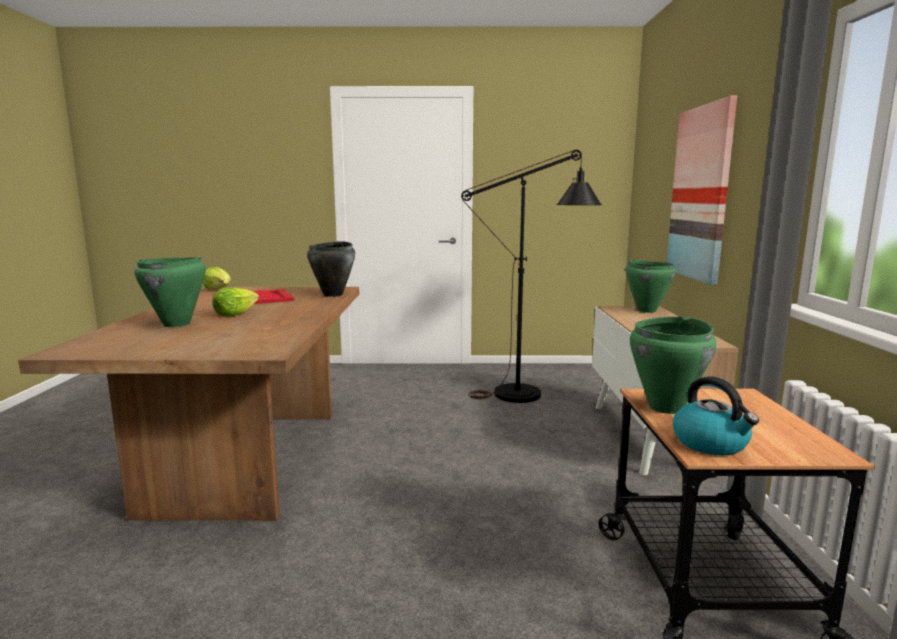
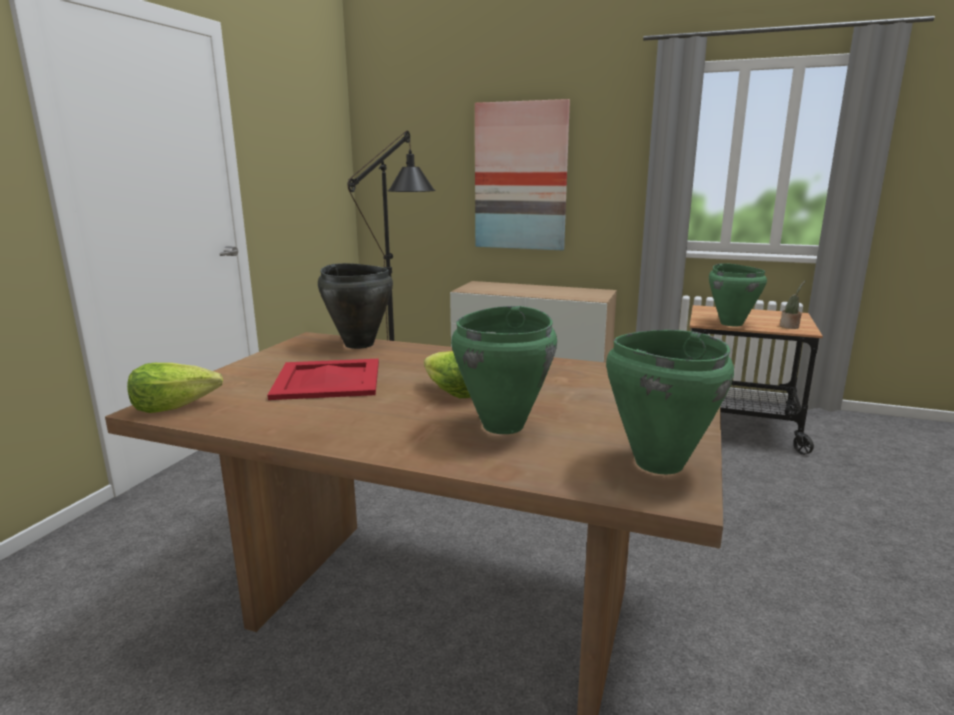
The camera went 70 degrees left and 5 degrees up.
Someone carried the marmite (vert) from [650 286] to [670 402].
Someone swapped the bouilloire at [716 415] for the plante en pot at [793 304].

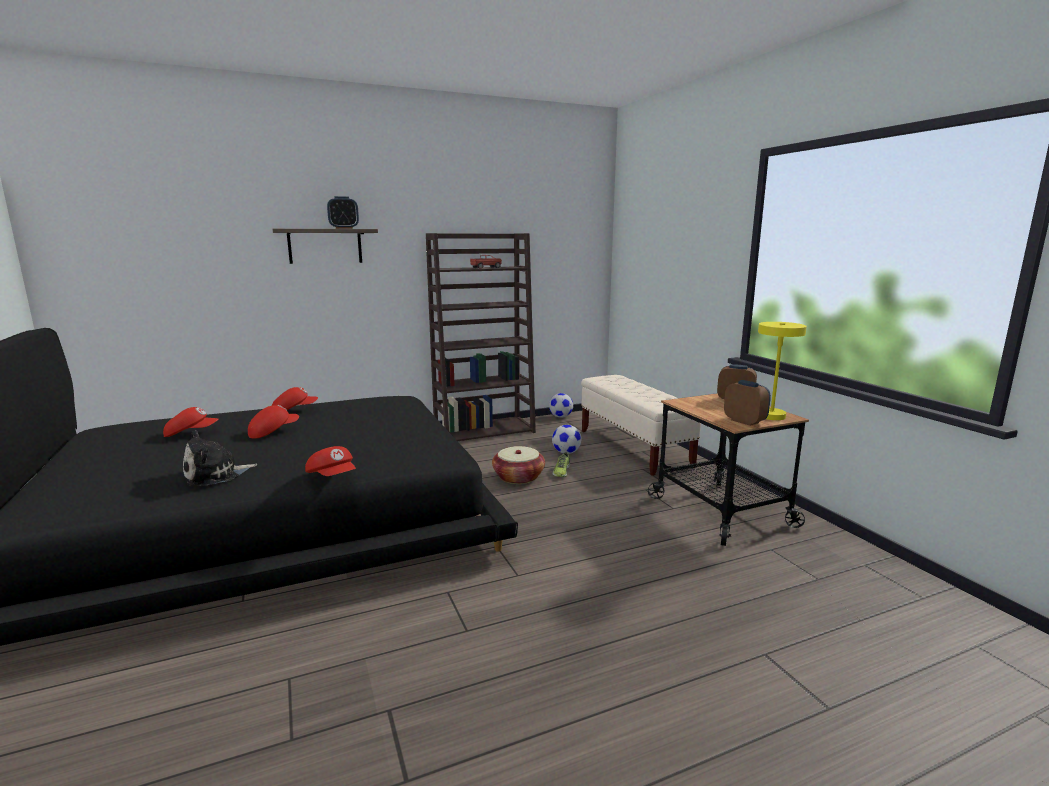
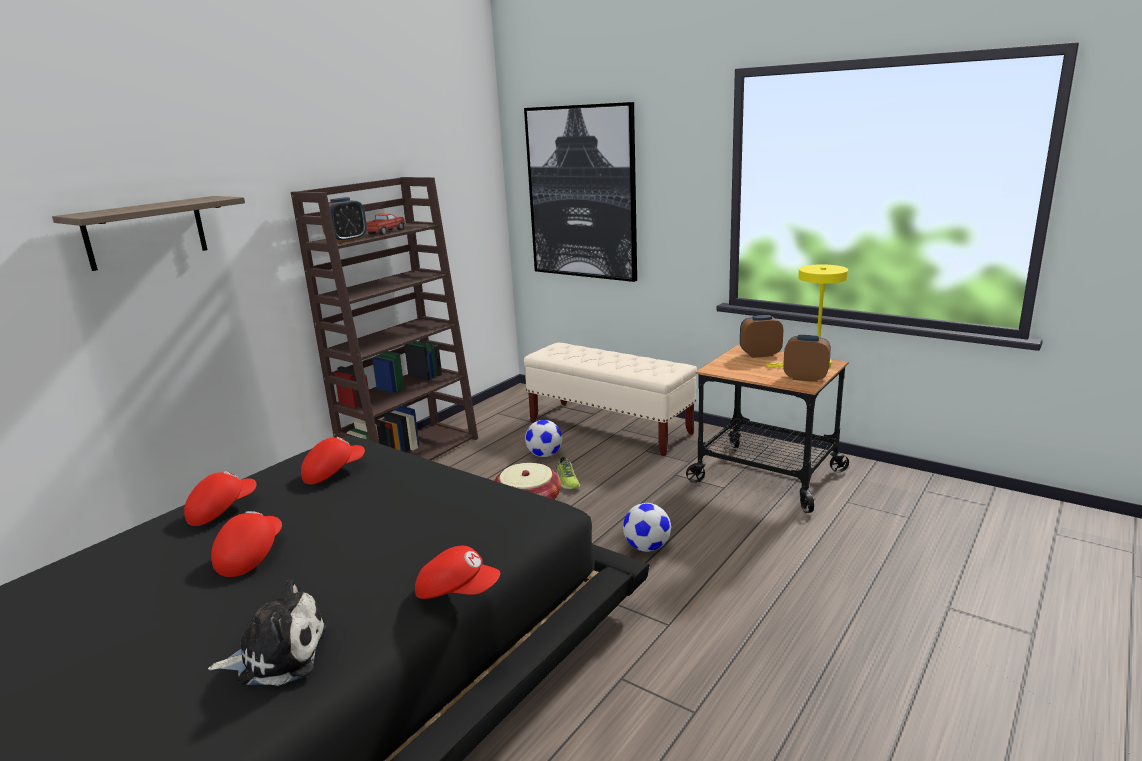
The camera went 30 degrees left and 5 degrees up.
Someone put up the tableau at [580 192].
Someone carried the casquette (rouge) from [190 422] to [333 460].
Someone carried the réveil from [343 212] to [343 220].
Someone carried the ballon de foot from [561 405] to [647 527].
Someone rotated the peluche at [220 458] by 120 degrees counterclockwise.

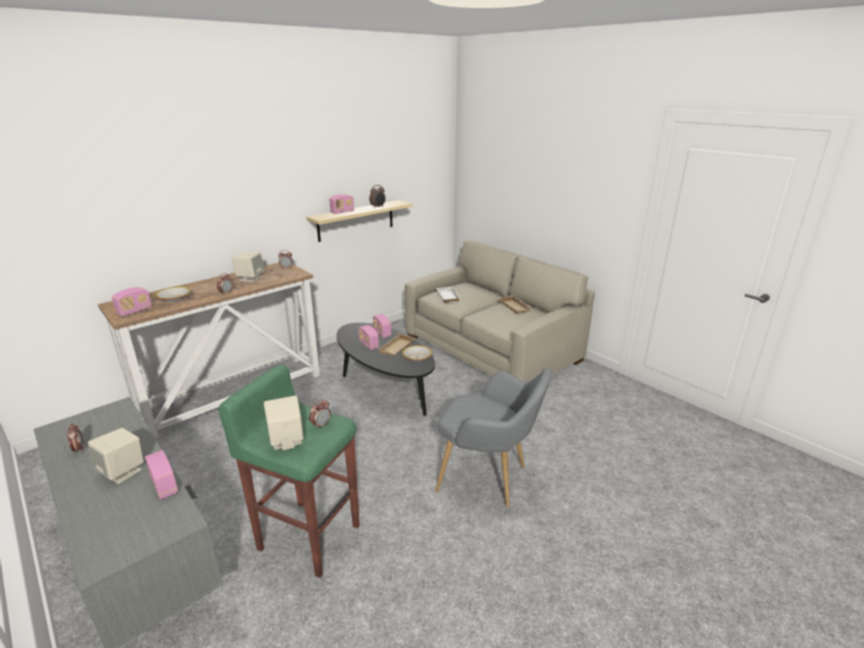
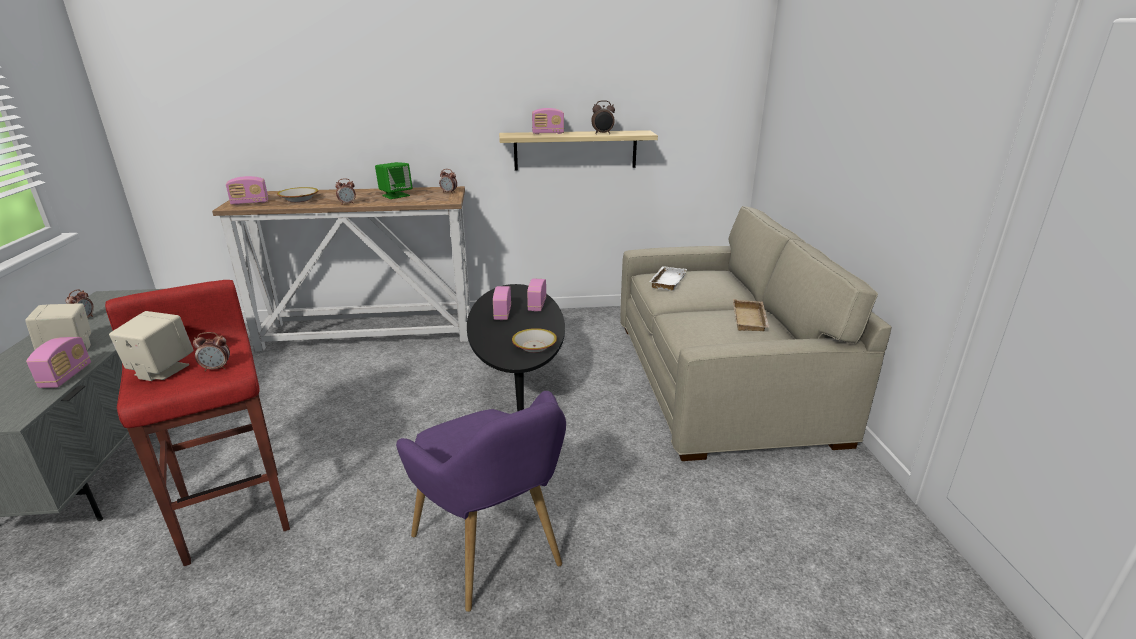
The camera went 35 degrees right and 0 degrees up.
Someone took away the plateau (beige) at [396 344].
Someone repainted the tabouret (vert) at [289 471], which became the tabouret (rouge) at [197 423].
Someone repainted the enceinte (beige) at [248 267], which became the enceinte (vert) at [394 180].
Someone repainted the fauteuil (gris) at [493 438], which became the fauteuil (violet) at [481 501].

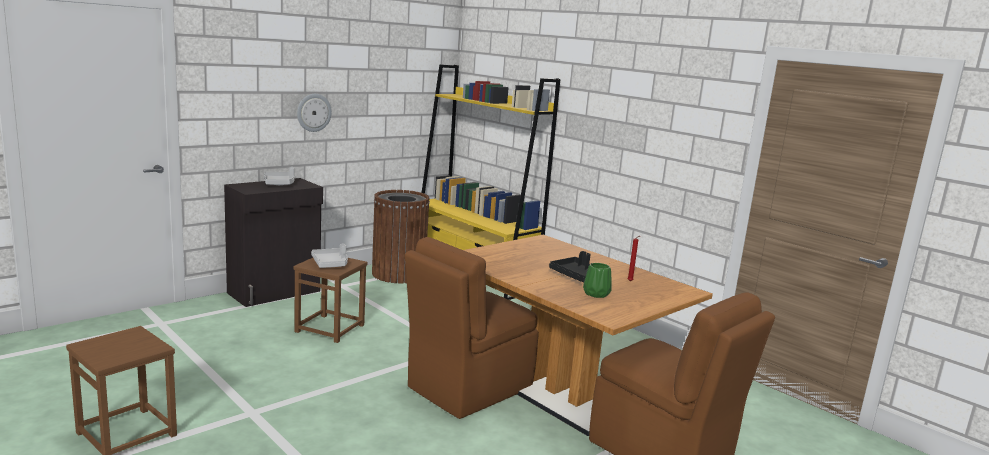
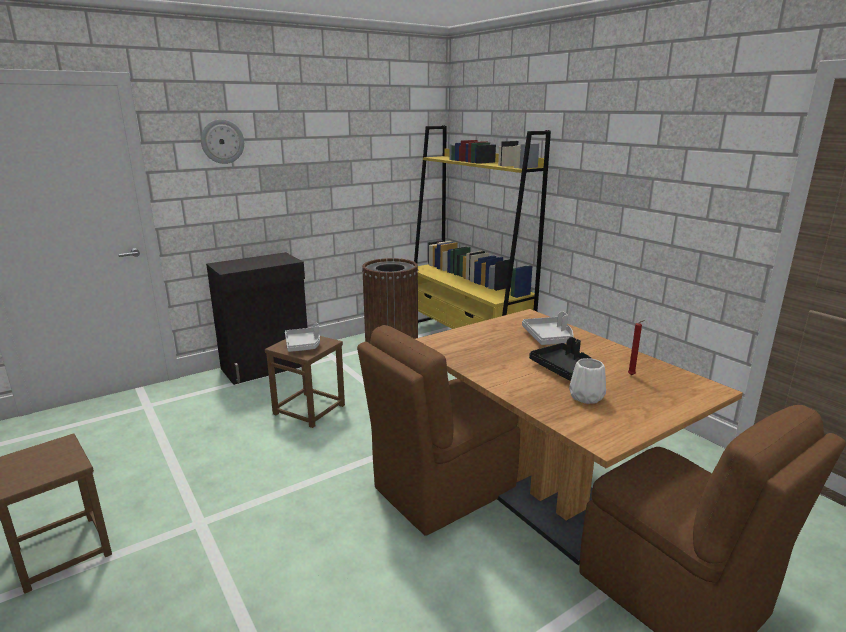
The camera went 10 degrees right and 5 degrees up.
Someone carried the plateau (gris) from [279 176] to [548 328].
Someone carried the horloge murale from [314 113] to [222 141].
Someone repainted the vase (vert) at [597 280], which became the vase (blanc) at [587 381].

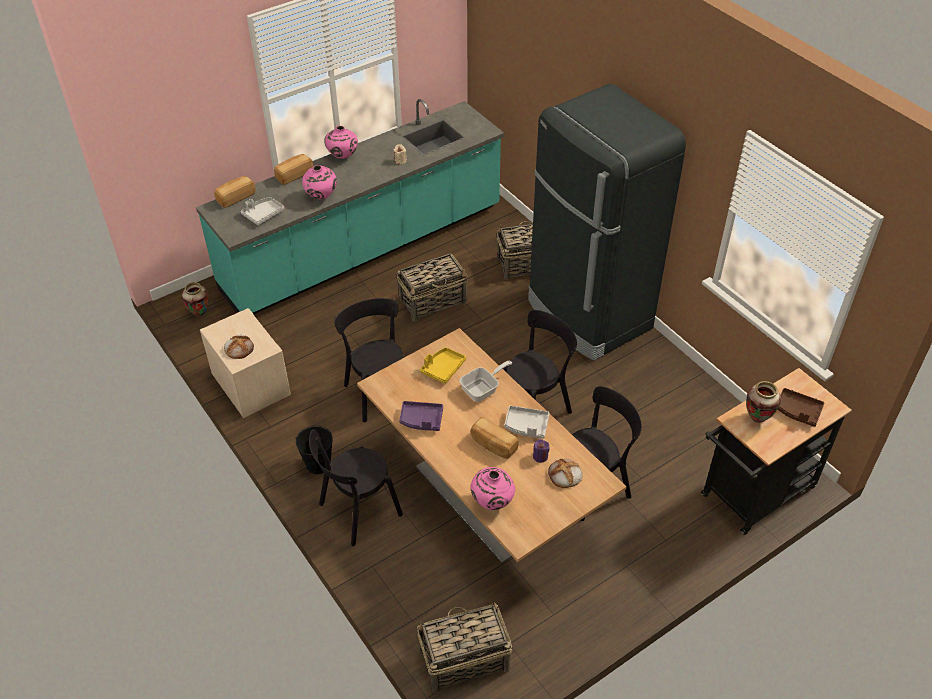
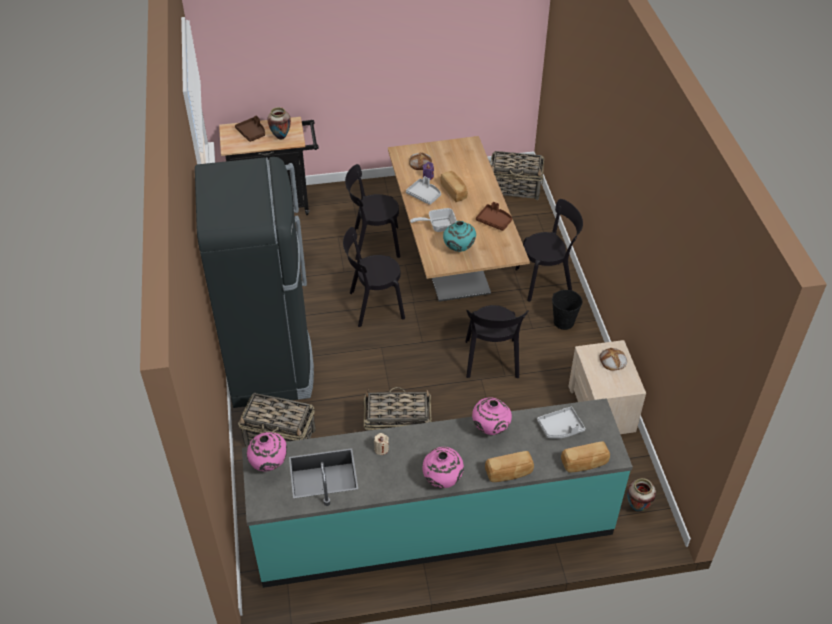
The camera went 155 degrees left and 0 degrees up.
Someone carried the vase (rose) from [493 488] to [267 451].
Someone swapped the plateau (jaune) at [443 365] for the vase (turquoise) at [459 236].
Someone repainted the plateau (violet) at [421 416], which became the plateau (marron) at [494 216].

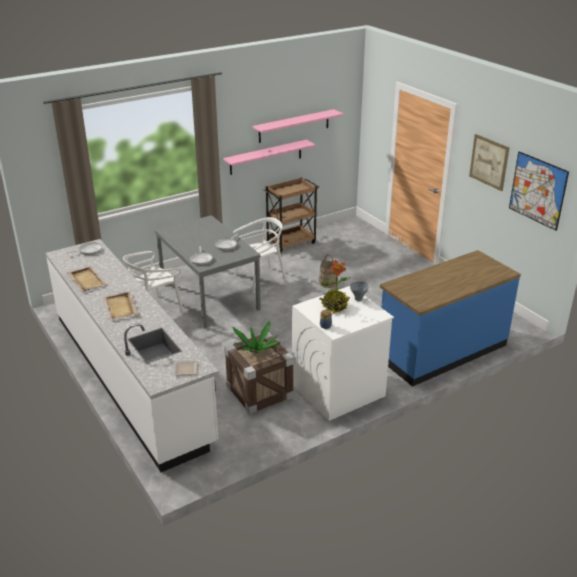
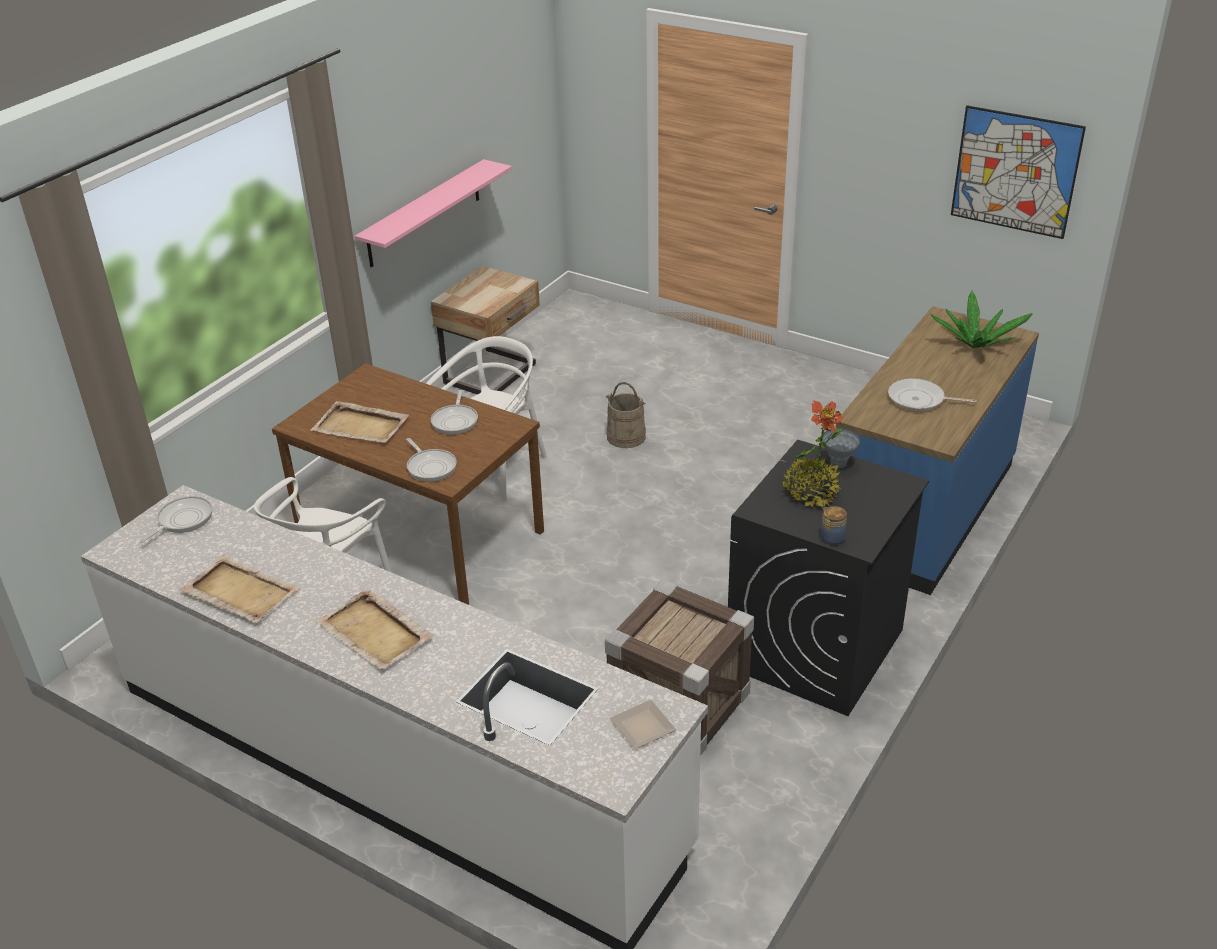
The camera went 25 degrees left and 5 degrees up.
Someone took away the étagère (rose) at [298 126].
Someone took away the tableau at [489 162].
Someone put down the plateau (beige) at [360 422].
Someone put down the poêle at [932 394].
Someone carried the plante en pot from [257 337] to [981 319].
Someone swapped the chariot (marron) at [291 215] for the table de chevet (beige) at [485 330].
Someone repainted the table à manger (gris) at [208 272], which became the table à manger (marron) at [408 484].
Someone repainted the lave-linge (blanc) at [343 353], which became the lave-linge (noir) at [828 578].

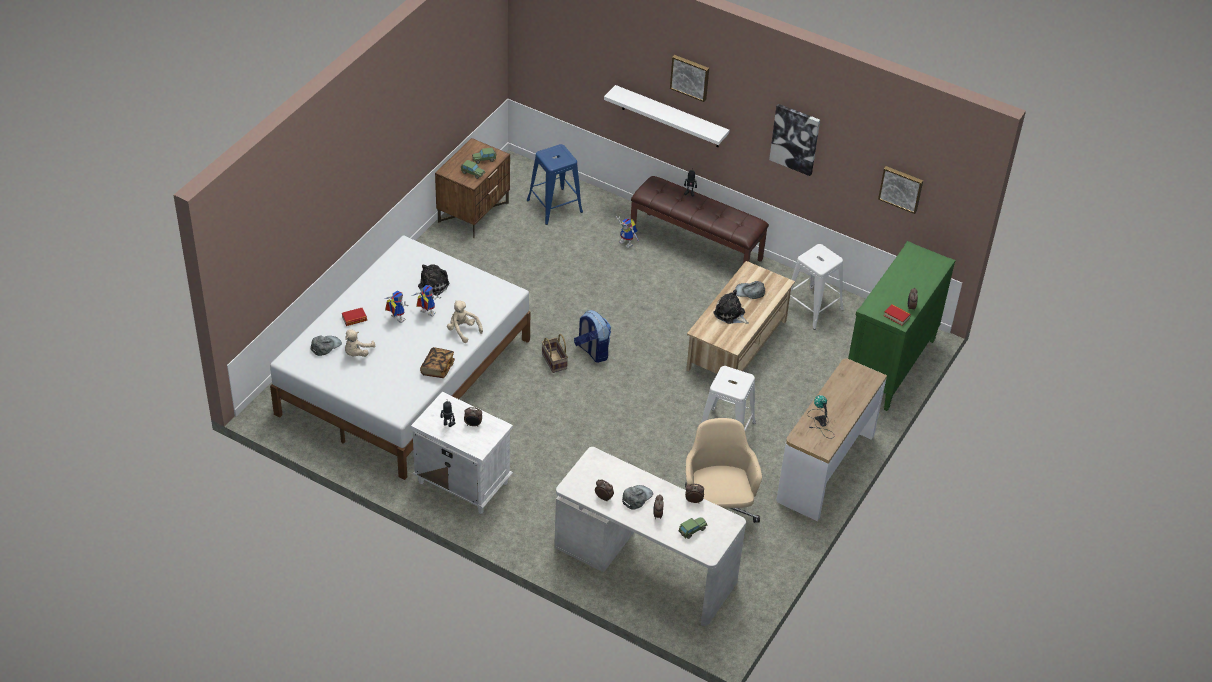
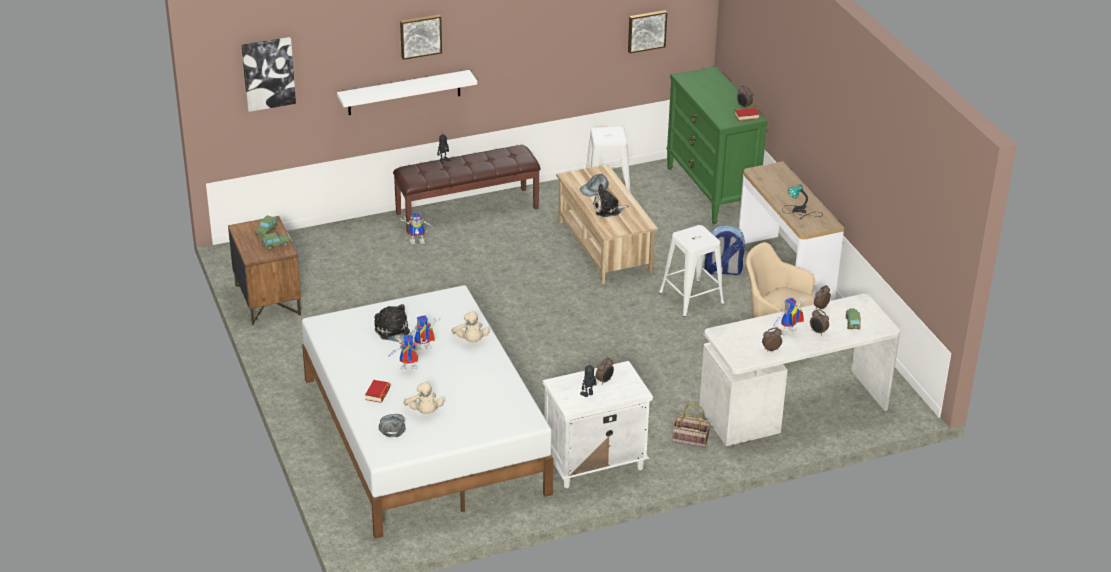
The camera went 50 degrees left and 10 degrees down.
Someone took away the livre at [437 362].
Someone took away the tabouret (bleu) at [555 184].
Someone carried the panier from [555 353] to [691 425].
Someone carried the sac à dos from [592 336] to [724 250].
Someone carried the tableau from [794 140] to [269 74].
Someone swapped the casquette (gris) at [637 497] for the robot jouet at [789 317].
Someone rotated the peluche (beige) at [465 321] by 105 degrees counterclockwise.

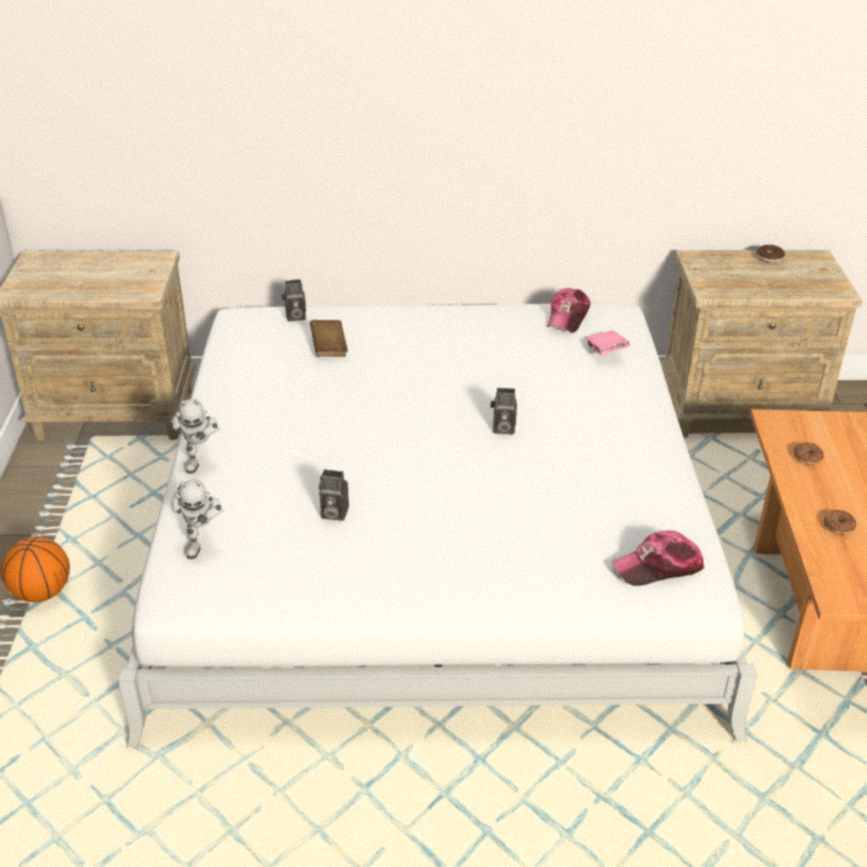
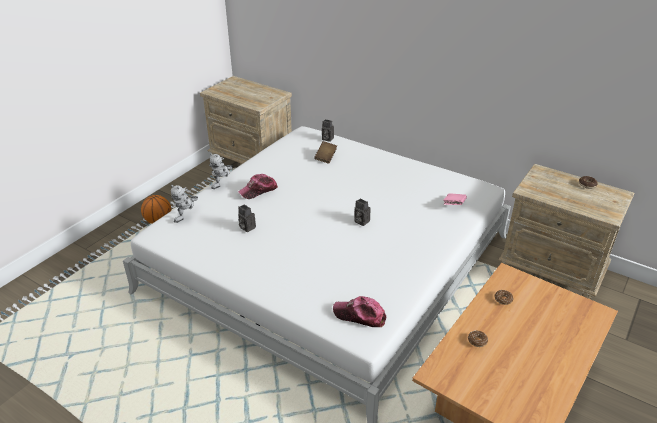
The camera went 35 degrees right and 0 degrees up.
Someone carried the casquette from [568 310] to [258 186].

